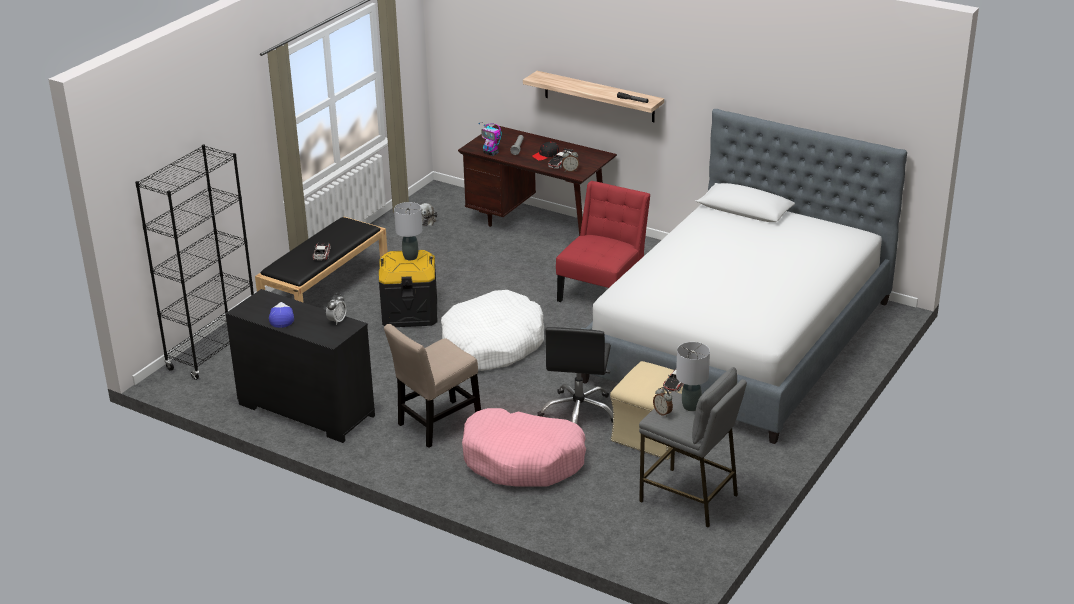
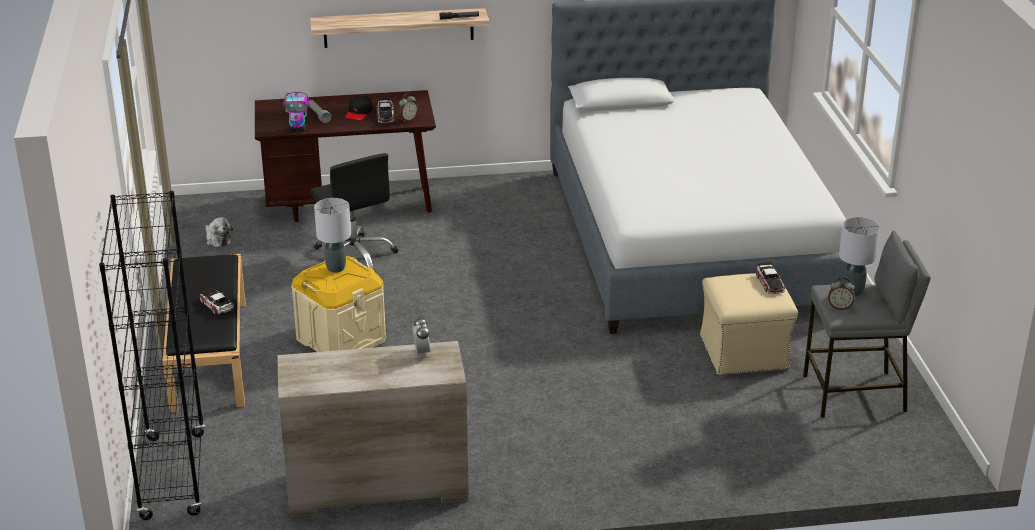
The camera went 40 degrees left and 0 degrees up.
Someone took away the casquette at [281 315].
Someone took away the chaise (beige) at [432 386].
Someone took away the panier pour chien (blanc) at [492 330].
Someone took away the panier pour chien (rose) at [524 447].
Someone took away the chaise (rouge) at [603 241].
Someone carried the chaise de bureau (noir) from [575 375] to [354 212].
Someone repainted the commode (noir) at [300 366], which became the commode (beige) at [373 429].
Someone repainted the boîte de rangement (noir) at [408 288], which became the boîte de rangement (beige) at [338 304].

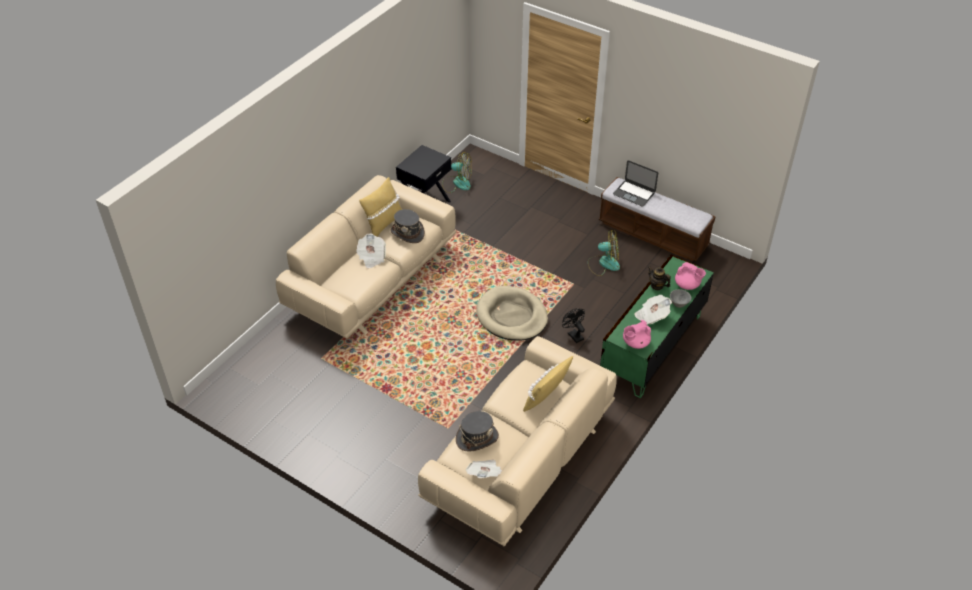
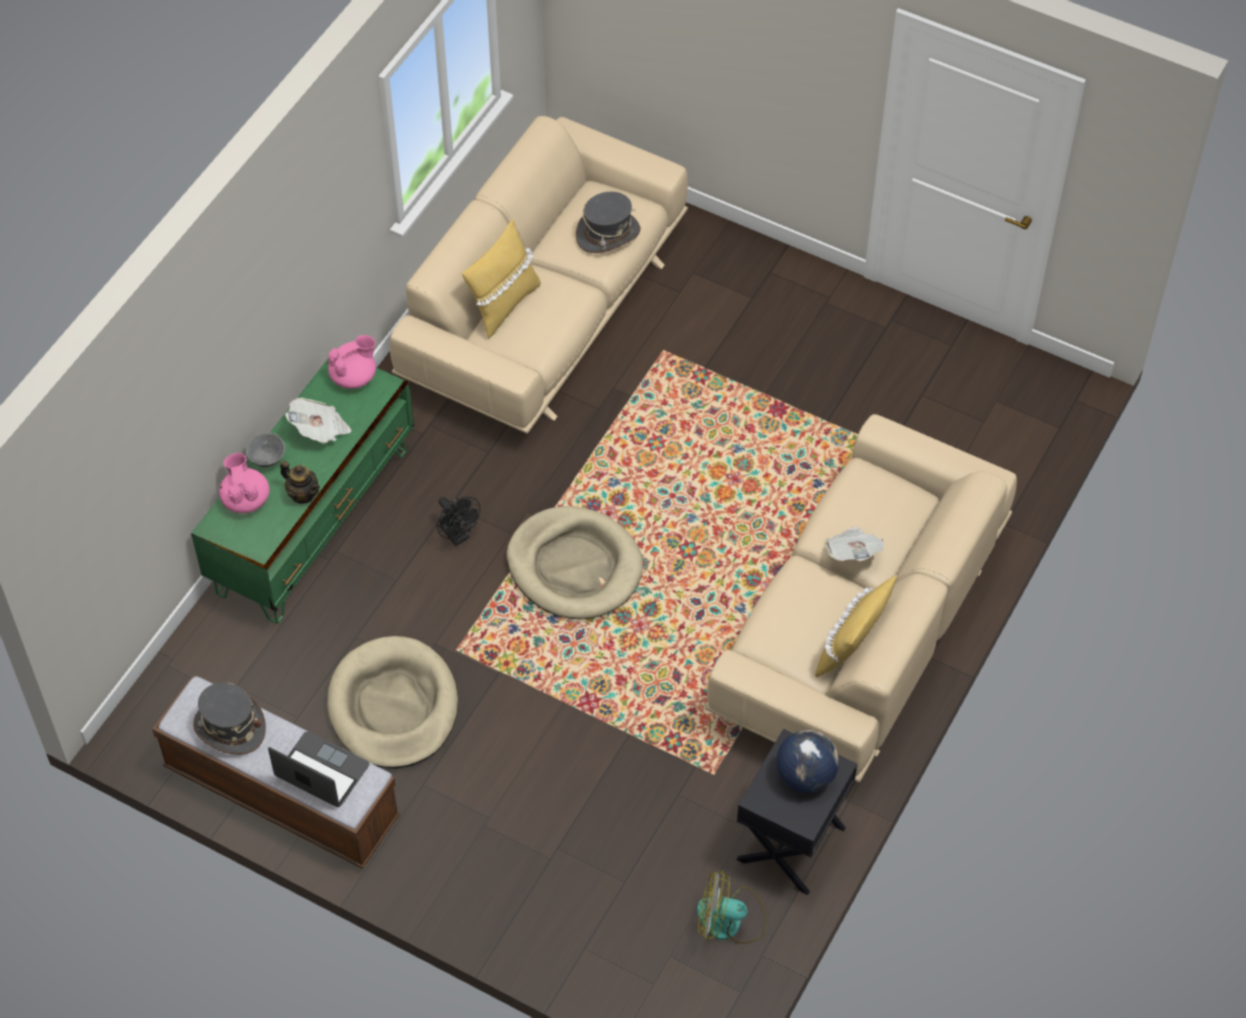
The camera went 175 degrees right and 10 degrees up.
Someone took away the journal at [484 469].
Someone put down the globe at [807 761].
Someone carried the chapeau (gris) from [407 226] to [229 719].
Someone swapped the ventilateur at [604 253] for the panier pour chien (beige) at [392 702].
Someone rotated the théière (rose) at [690 276] by 45 degrees clockwise.

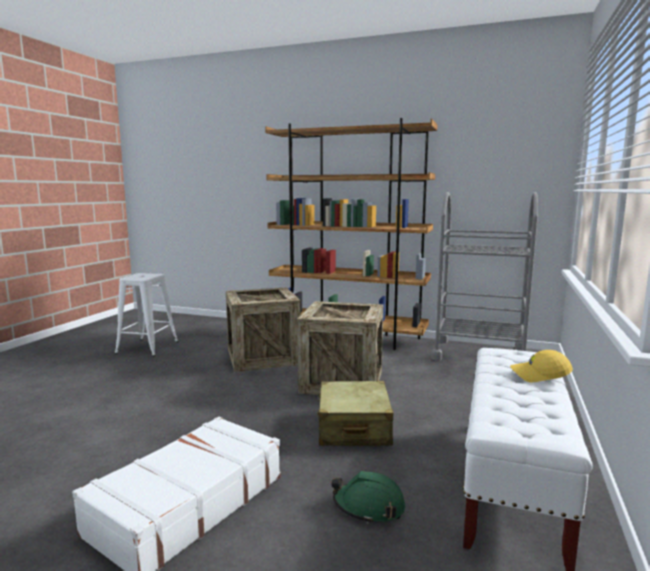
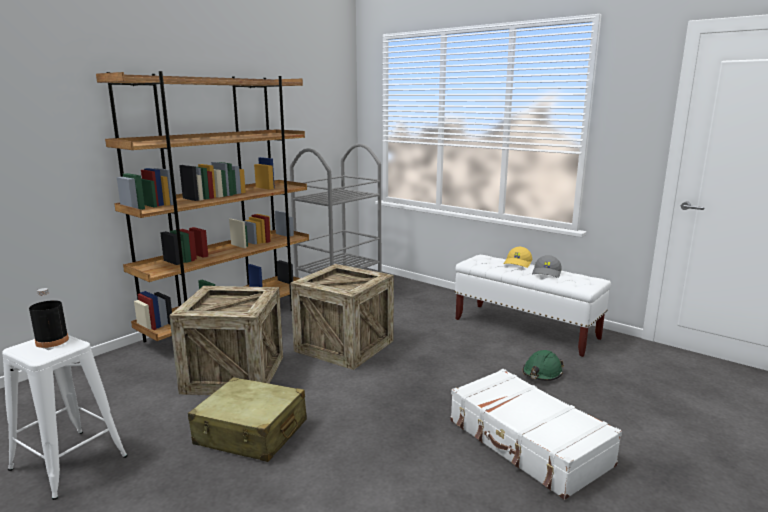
The camera went 70 degrees left and 5 degrees up.
Someone put down the bouteille (noir) at [49 318].
Someone put down the casquette (gris) at [547 266].
Someone carried the valise (beige) from [355 413] to [247 419].

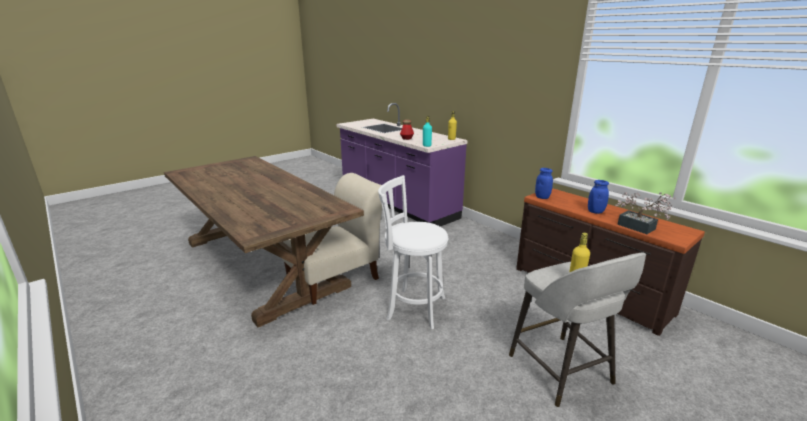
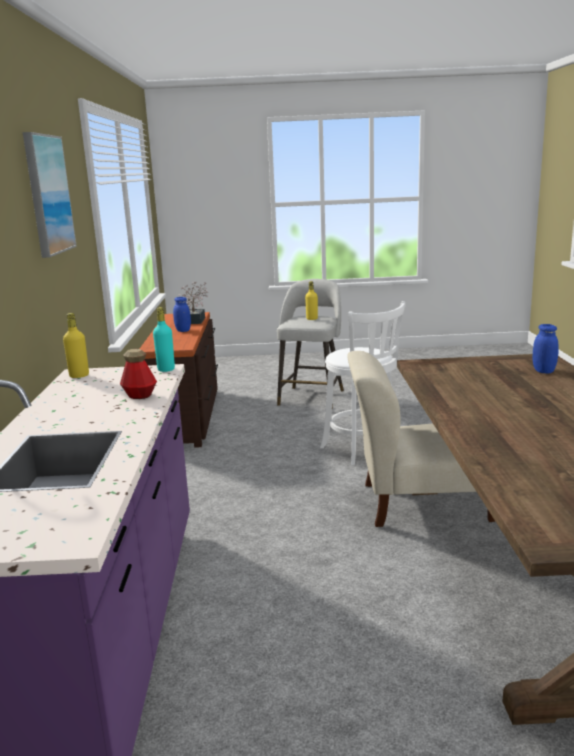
The camera went 140 degrees left and 5 degrees down.
Someone put up the tableau at [50 195].
Someone carried the bocal (bleu) from [544 183] to [545 349].

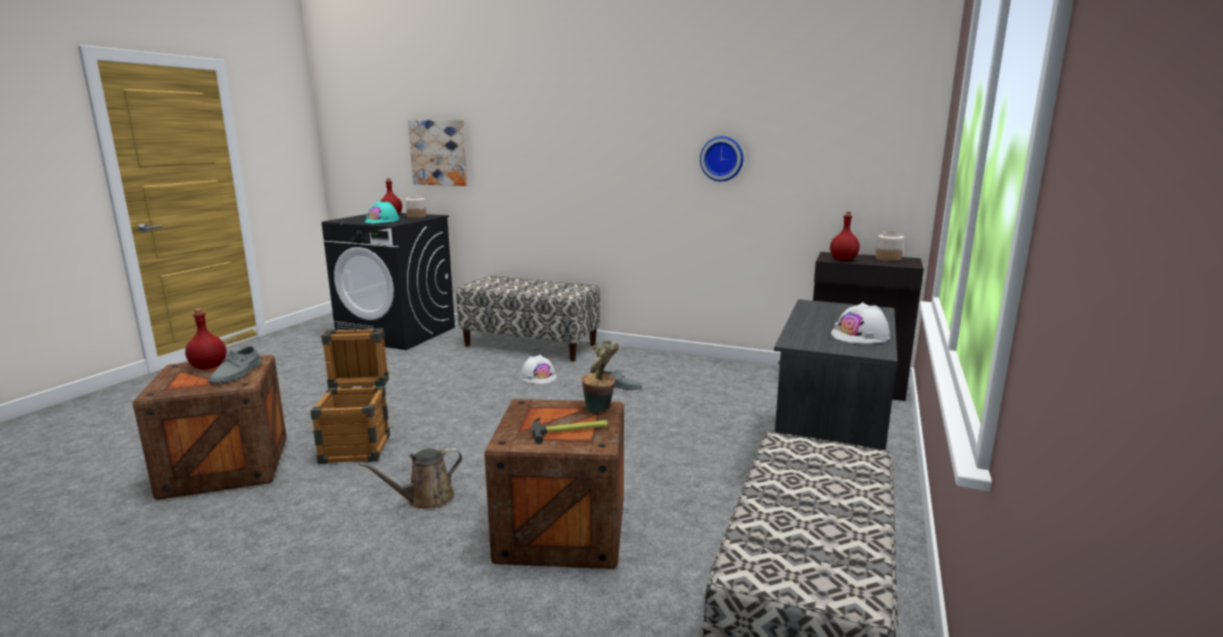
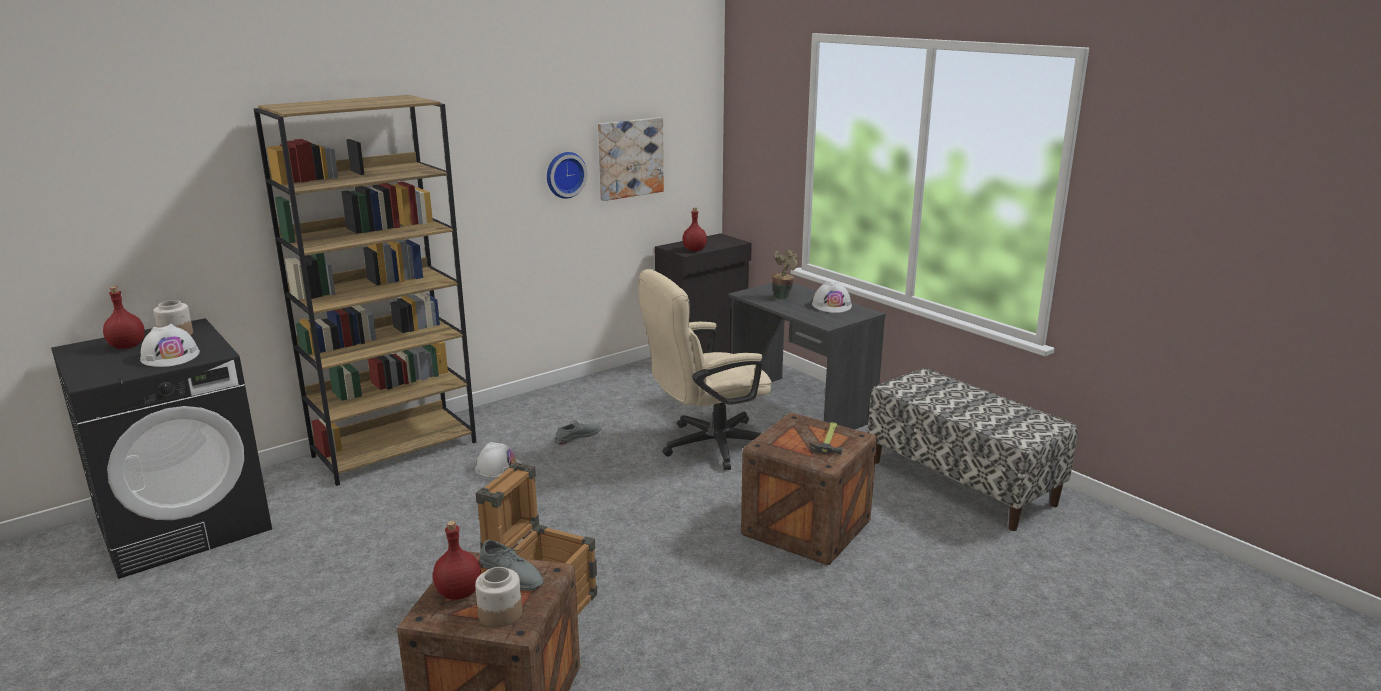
The camera went 60 degrees left and 5 degrees up.
Someone took away the arrosoir (marron) at [410 478].
Someone put down the chaise de bureau (beige) at [705 369].
Someone carried the tableau from [437 153] to [631 159].
Someone carried the plante en pot from [600 376] to [785 274].
Someone carried the bocal from [889 246] to [498 597].
Someone swapped the banc at [528 318] for the bibliothèque (marron) at [365 290].
Someone repainted the casque de chantier (turquoise) at [382 212], which became the casque de chantier (blanc) at [170 345].

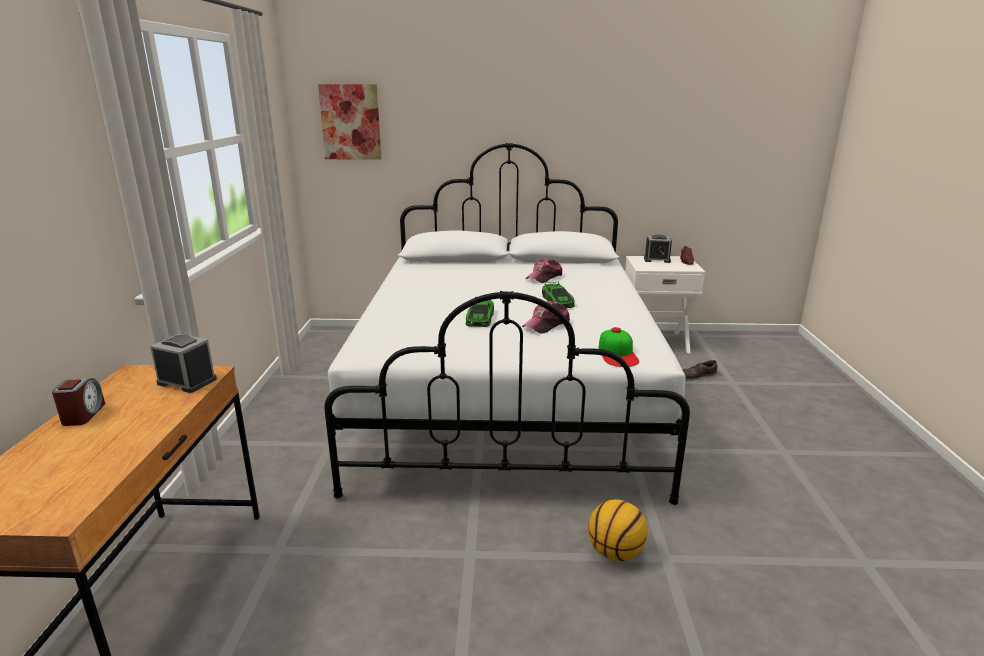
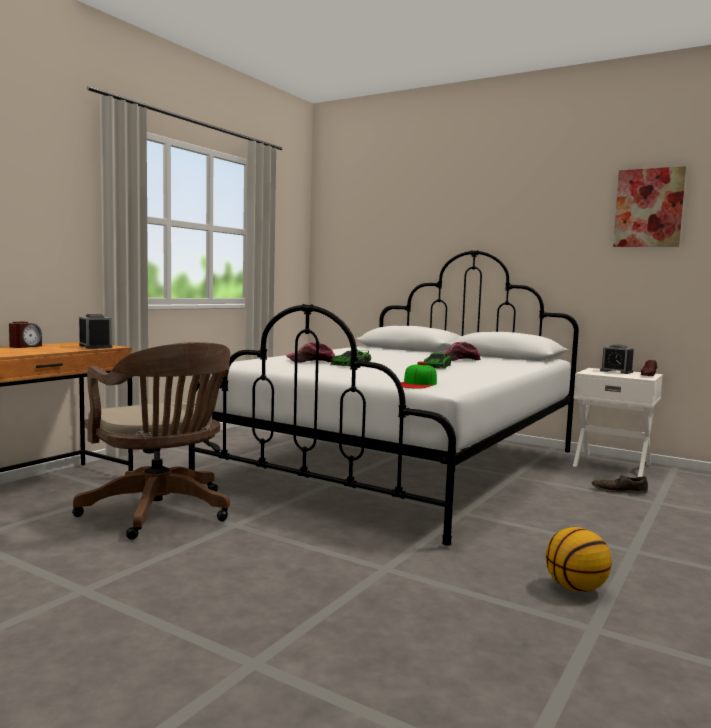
The camera went 30 degrees right and 15 degrees down.
Someone put down the chaise de bureau (marron) at [151 440].
Someone carried the tableau from [350 122] to [649 206].
Someone carried the casquette from [546 317] to [310 352].
Someone carried the ballon de basket from [617 530] to [578 559].

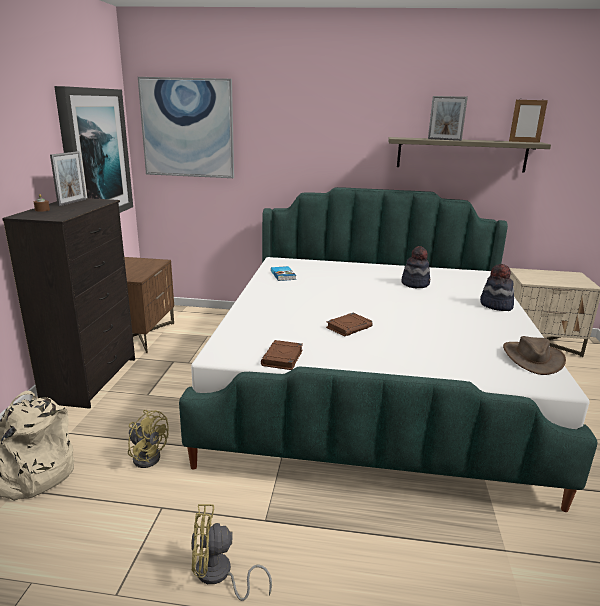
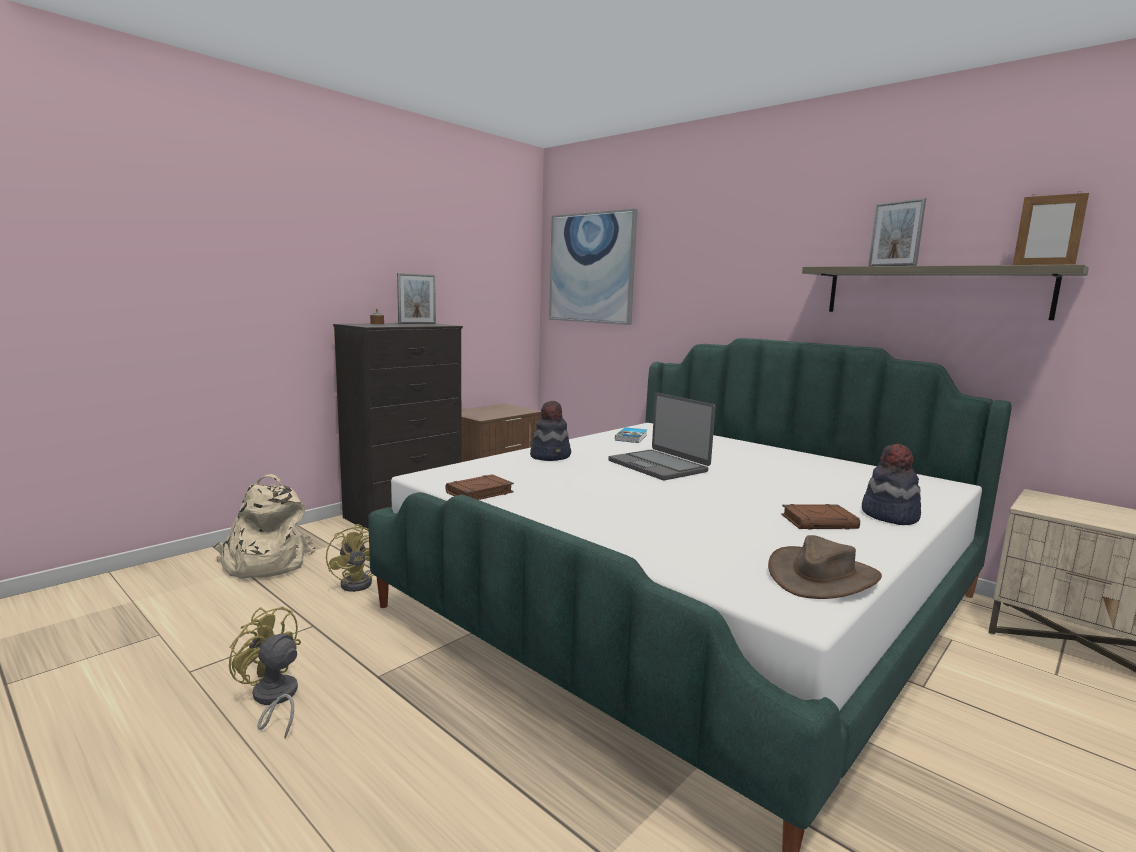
The camera went 35 degrees right and 10 degrees down.
Someone took away the tableau at [93 149].
Someone put down the ordinateur portable at [662 436].
Someone carried the livre (marron) from [349 325] to [820 517].
Someone carried the chapeau from [416 267] to [550 431].

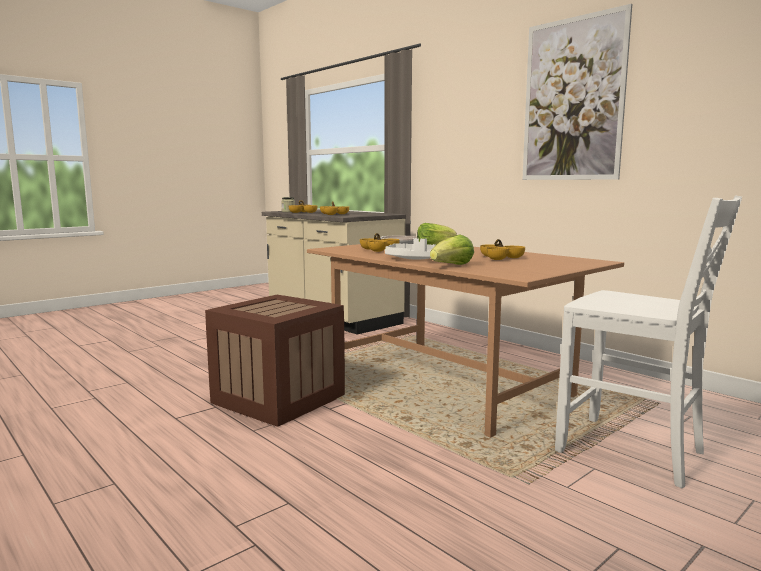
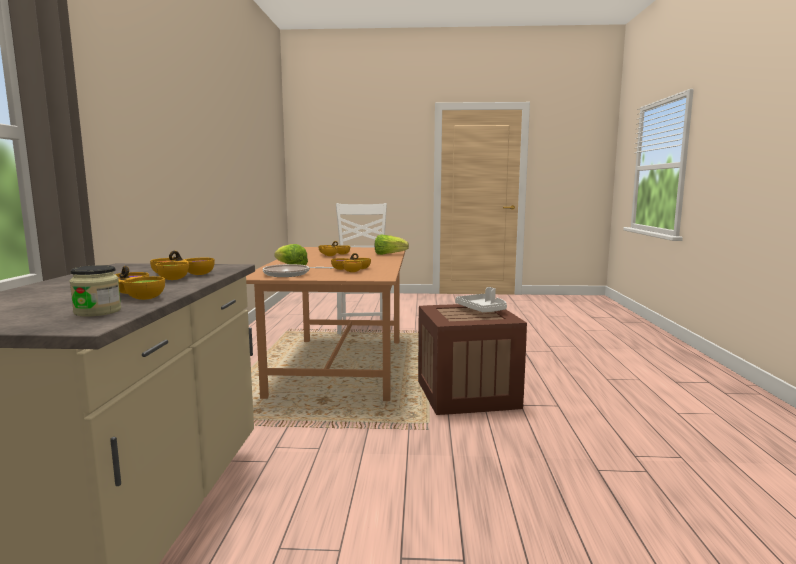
The camera went 135 degrees left and 0 degrees up.
Someone took away the tableau at [577 92].
Someone carried the plateau (blanc) from [410 249] to [481 299].

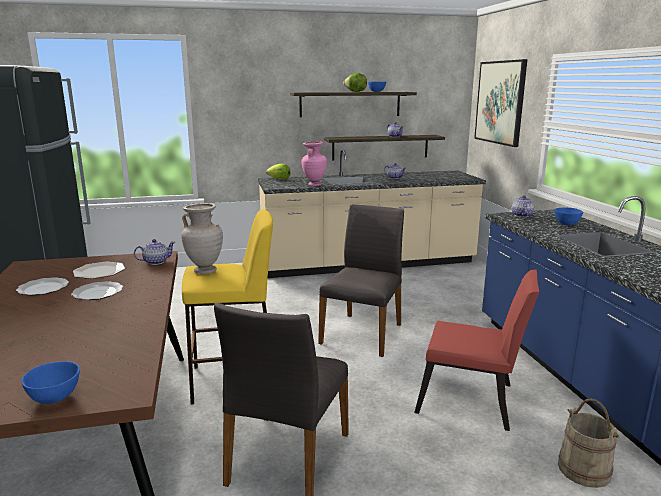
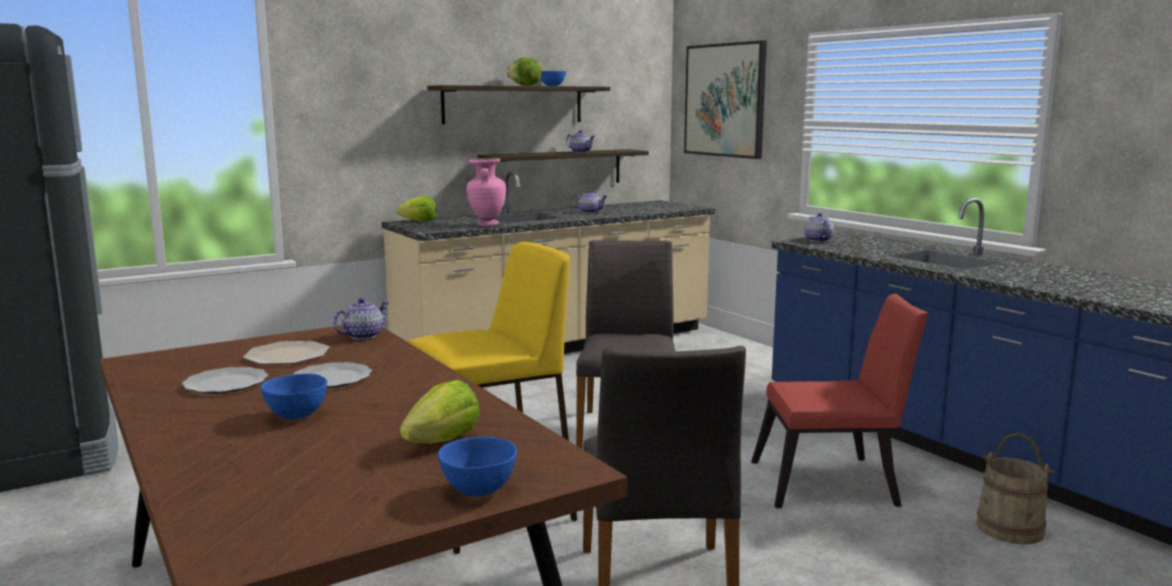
The camera went 20 degrees left and 5 degrees down.
Someone took away the vase (beige) at [202 239].
Someone put down the laitue at [440 412].
Someone carried the bol (bleu) from [569 216] to [294 397].

